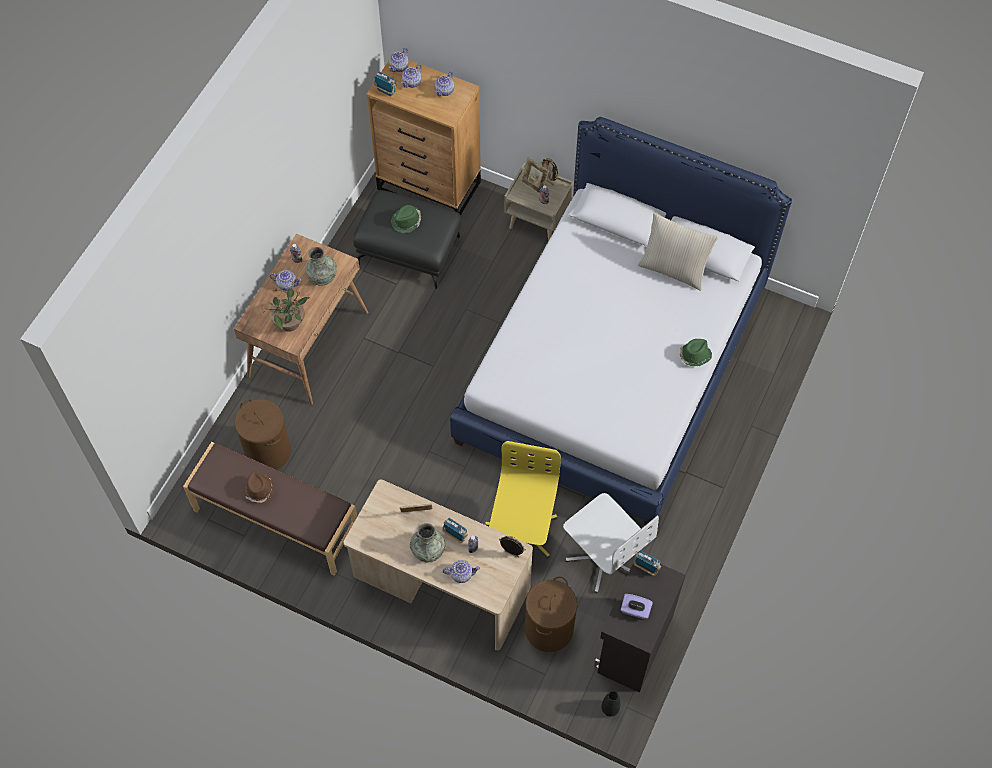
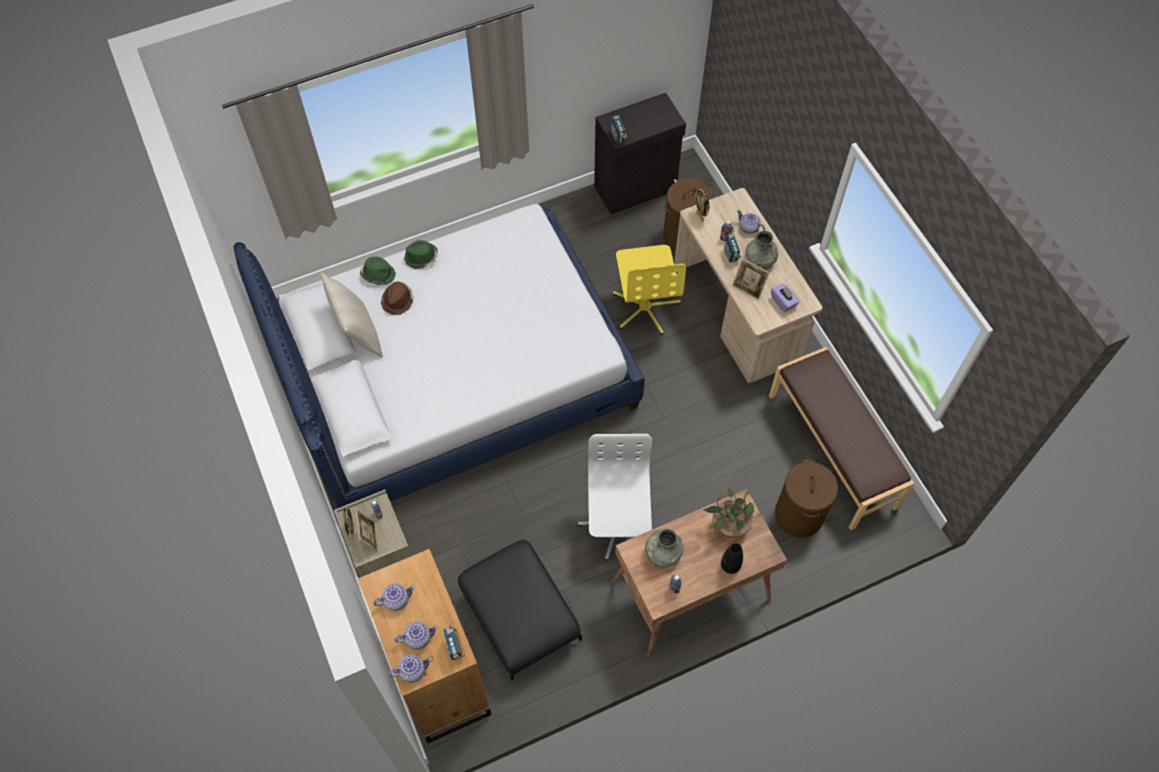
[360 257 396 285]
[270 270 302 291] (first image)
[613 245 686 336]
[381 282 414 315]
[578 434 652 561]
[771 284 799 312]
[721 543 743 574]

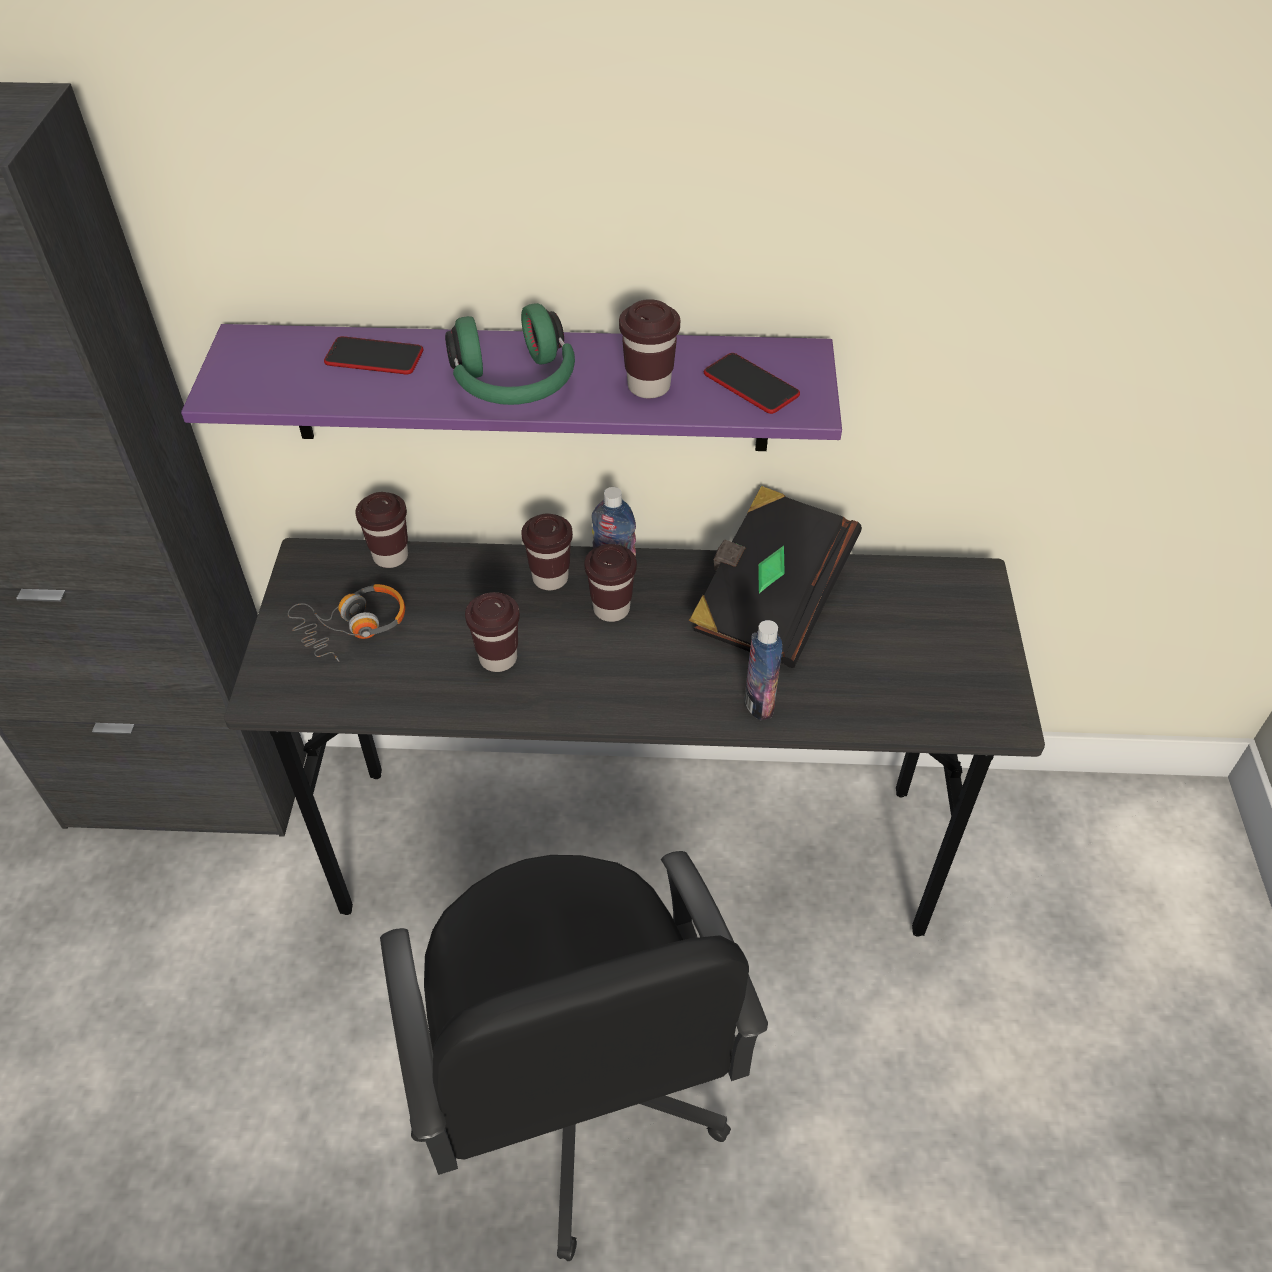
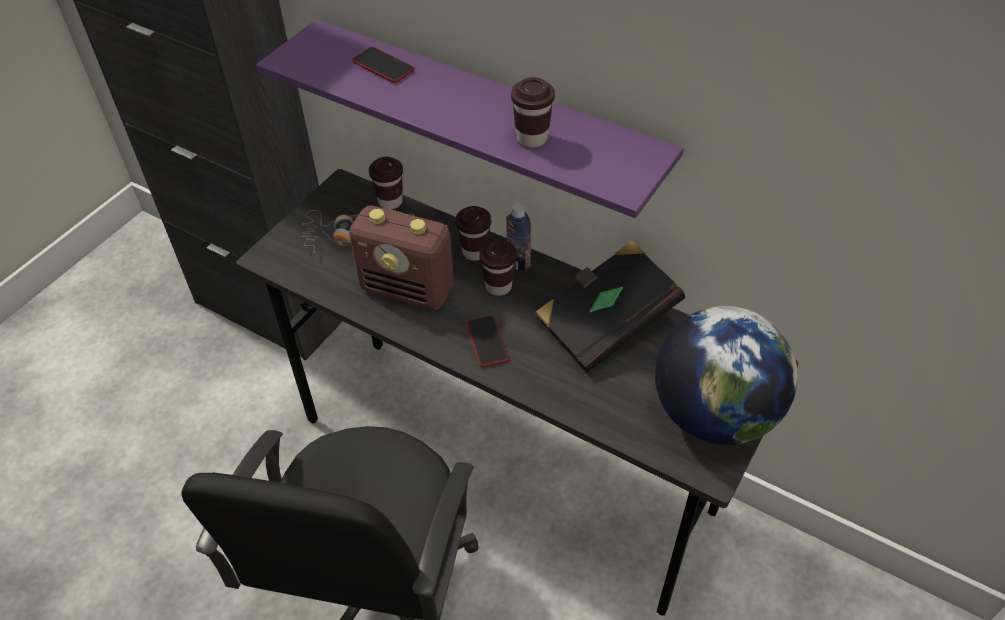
[445 303 575 405] (first image)
[466 316 509 367]
[349 206 454 309]
[745 620 782 721] (first image)
[655 306 798 445]

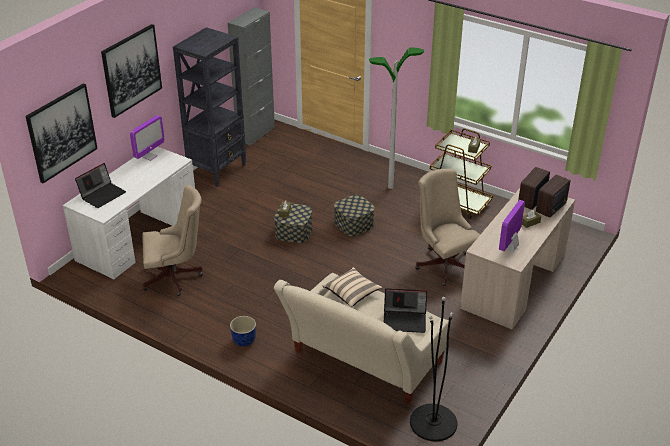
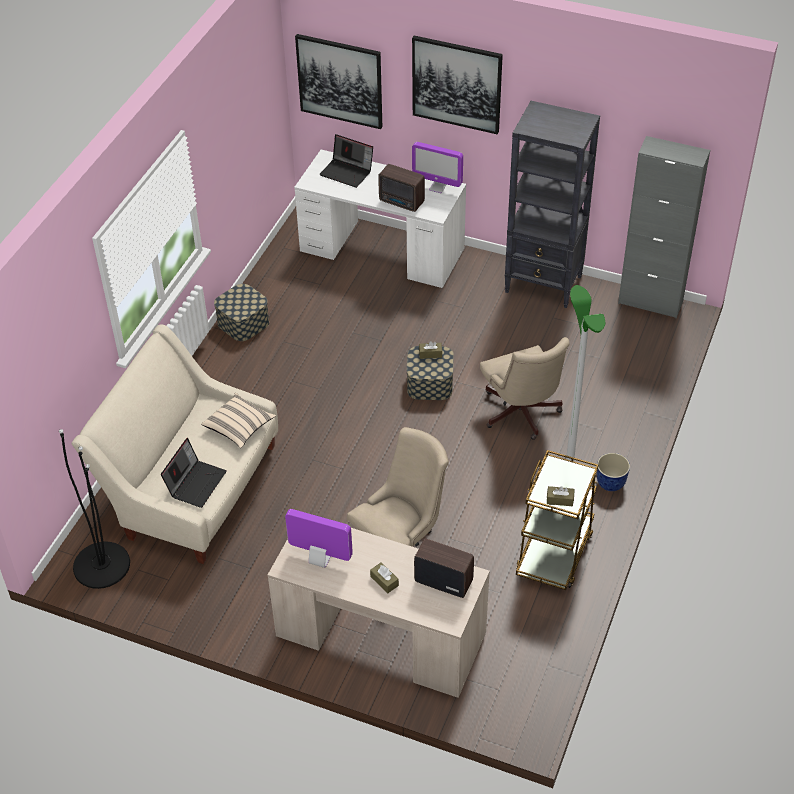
[378 164 425 212]
[480 337 570 440]
[214 284 269 341]
[161 438 227 508]
[597 453 630 491]

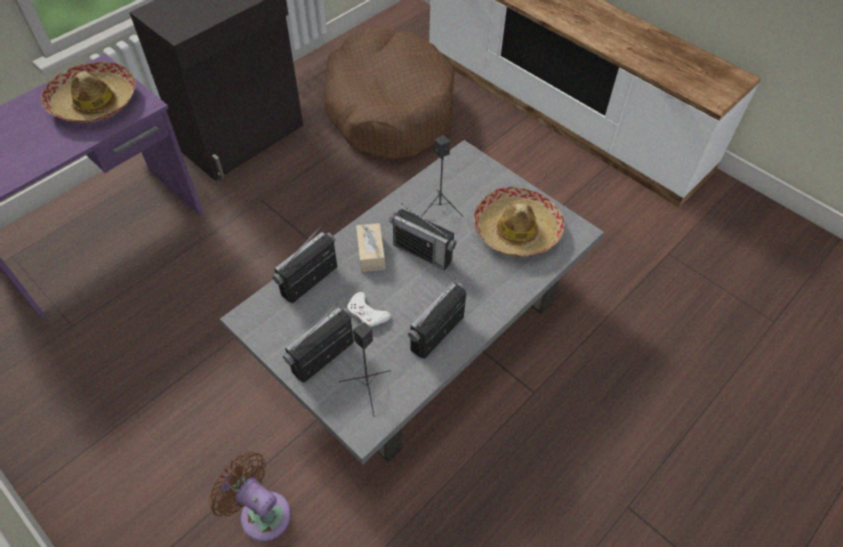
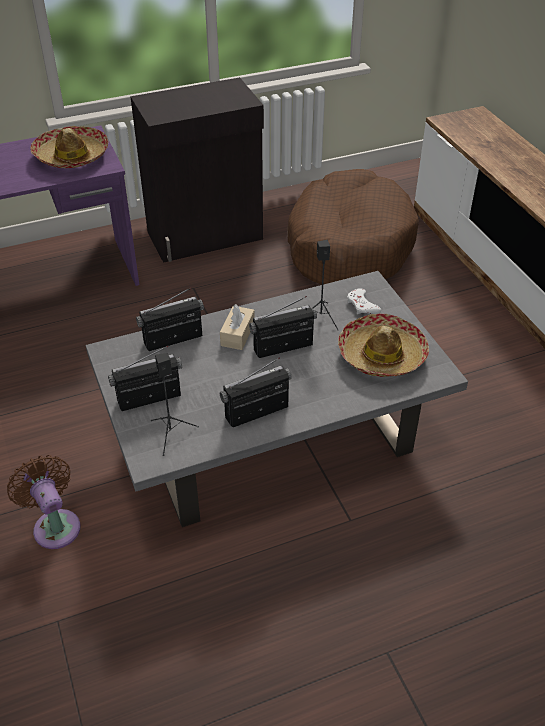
[249 296 317 358]
[347 288 381 314]

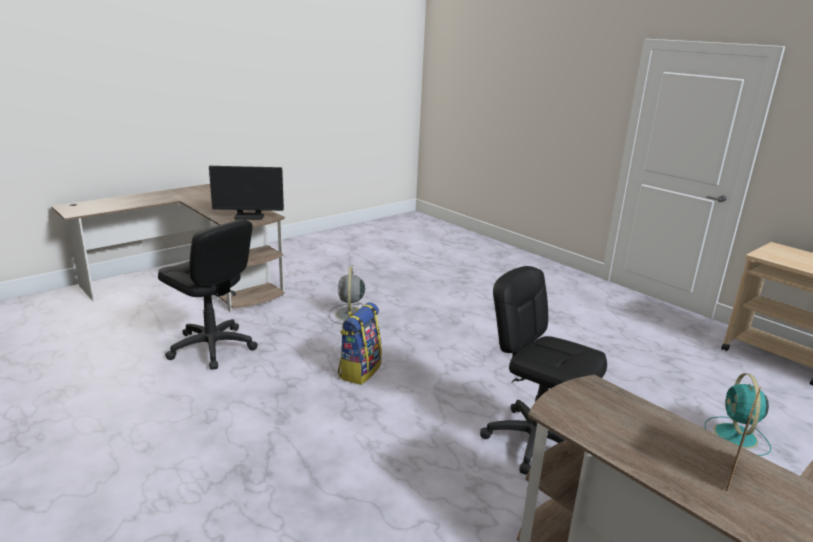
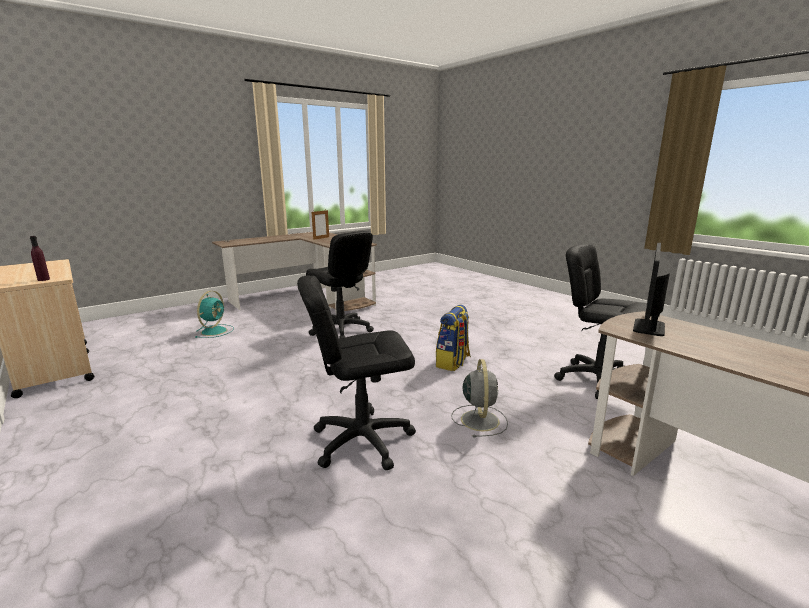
[633 243 670 336]
[30 236 50 281]
[297 276 416 470]

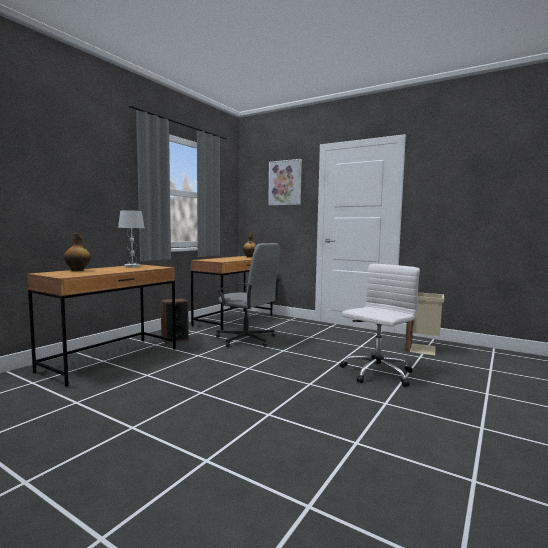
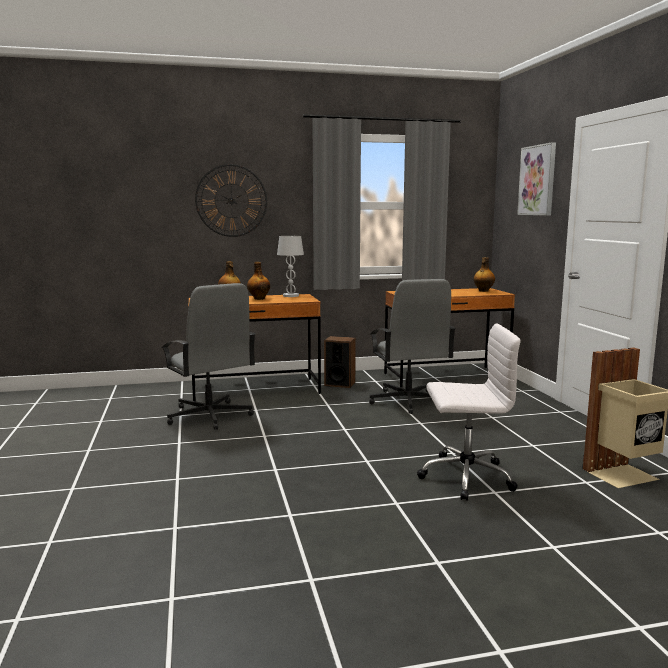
[195 164 267 237]
[247 262 270 300]
[162 283 255 430]

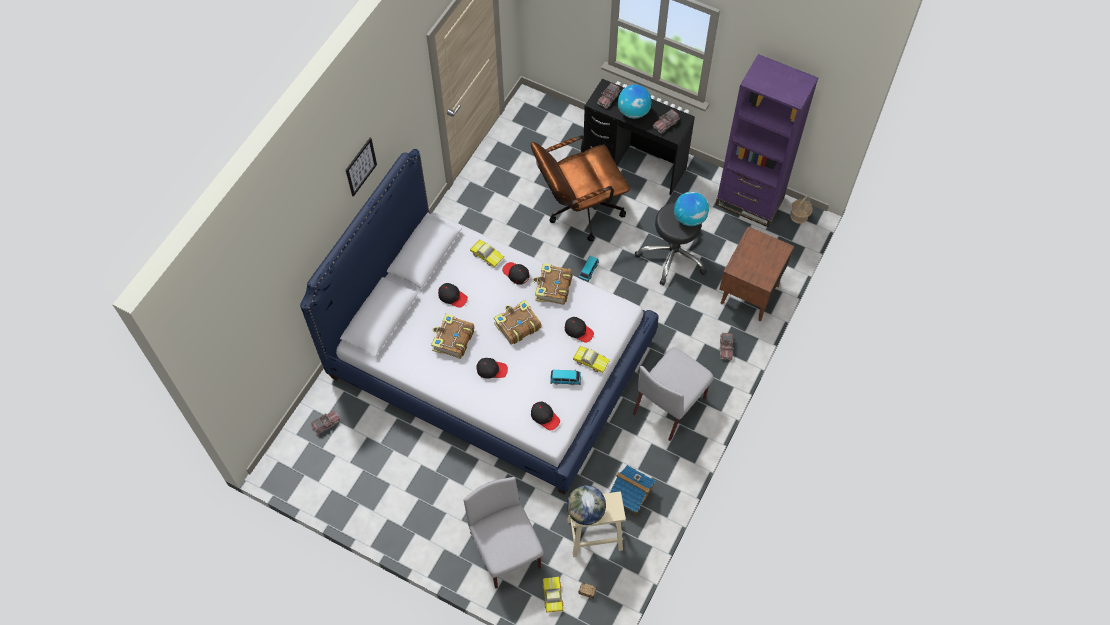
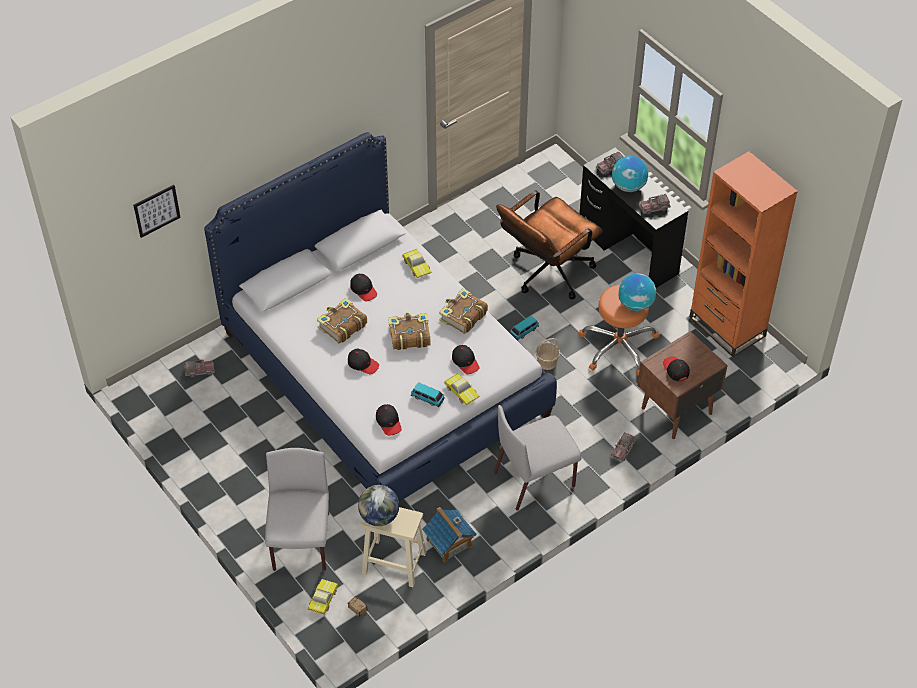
[689 151 798 357]
[496 191 603 299]
[133 185 181 238]
[535 338 560 370]
[578 285 659 376]
[663 357 690 381]

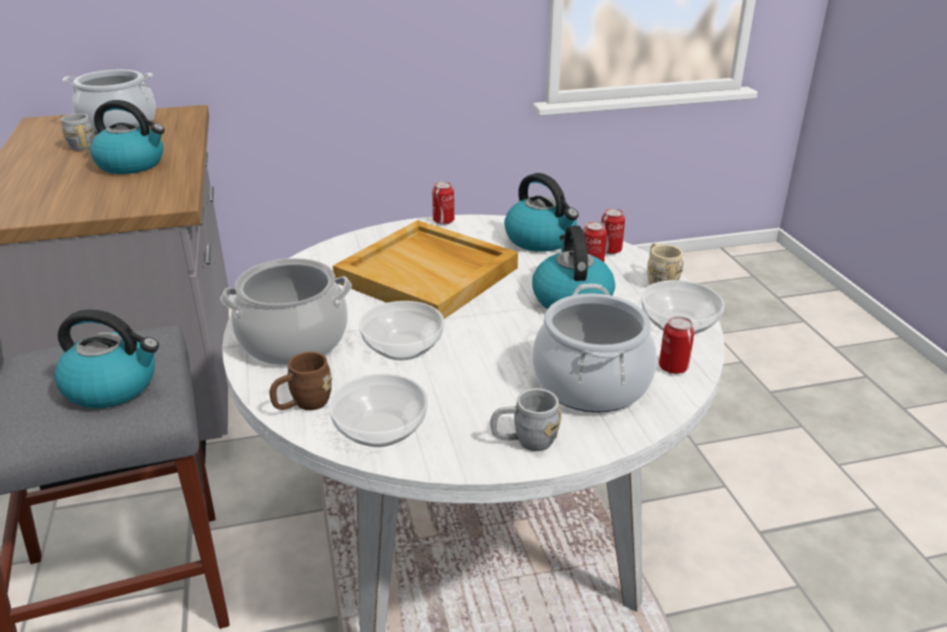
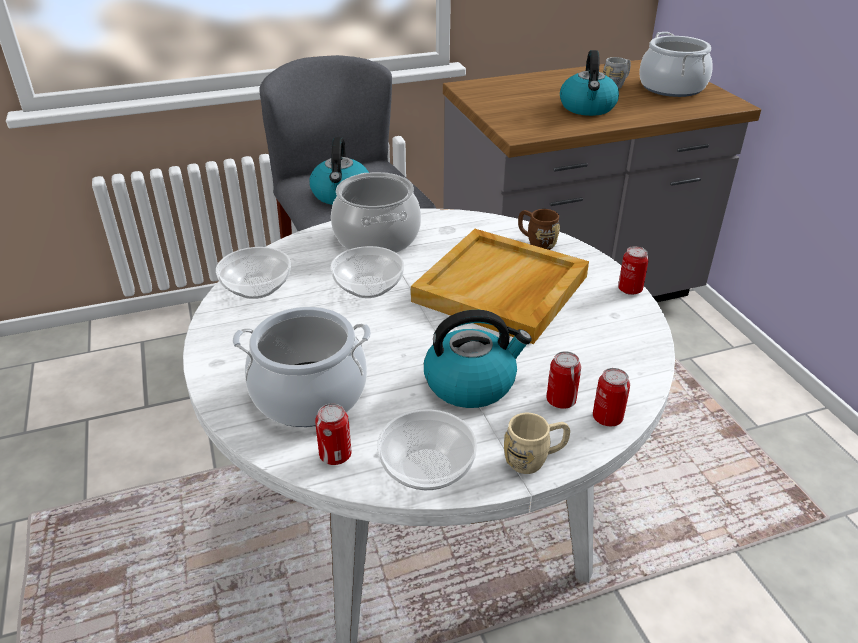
[504 173 579 252] (first image)
[518 209 560 250]
[490 388 561 451] (first image)

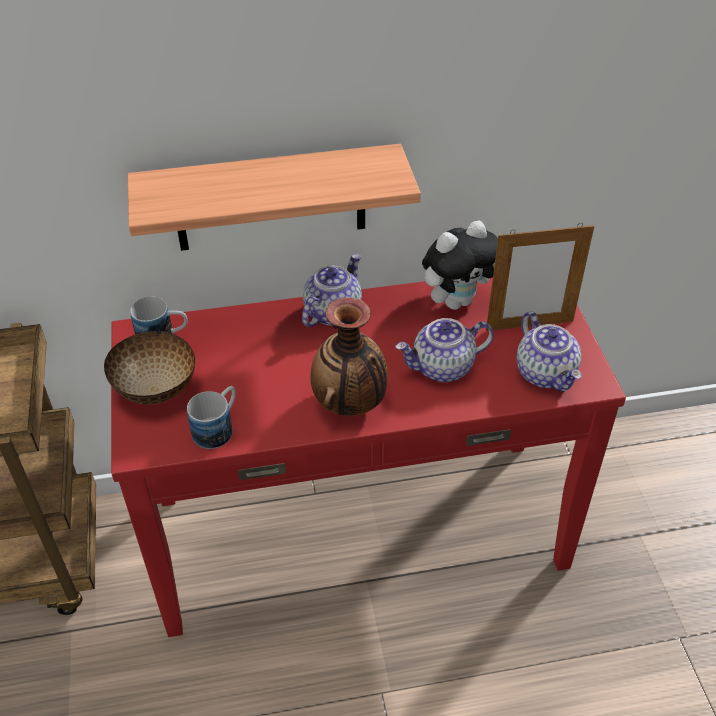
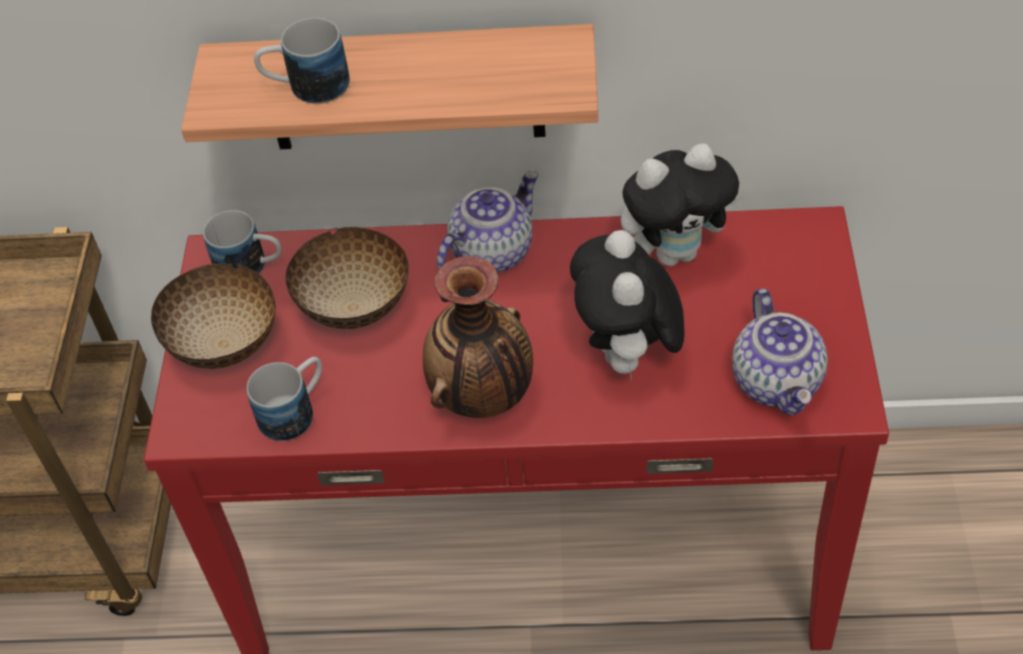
[486 223 594 331] (first image)
[570 230 685 379]
[254 18 350 104]
[286 227 409 329]

